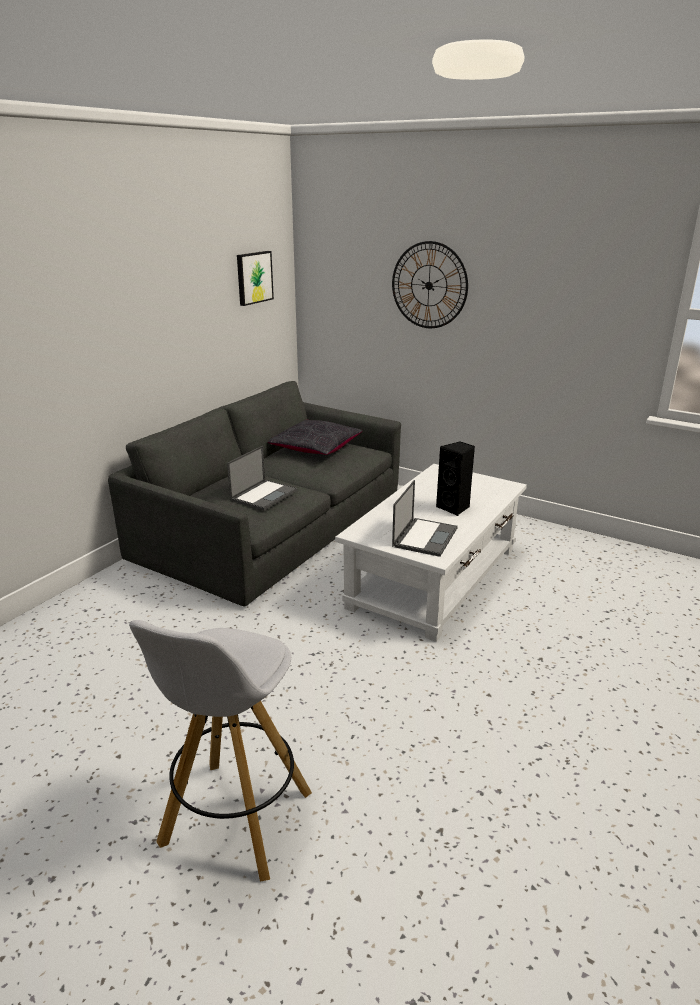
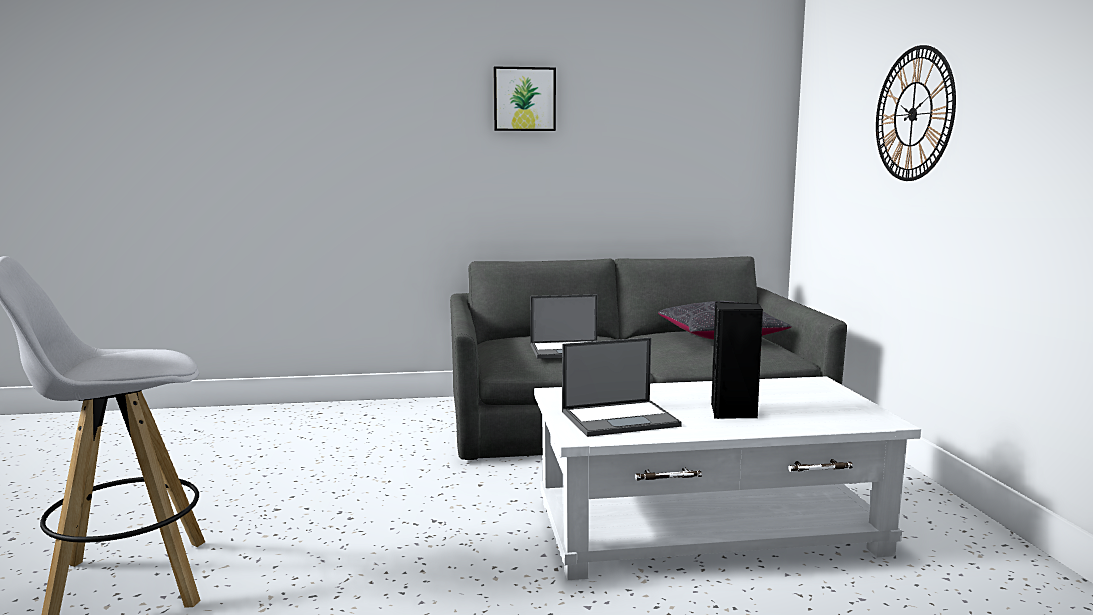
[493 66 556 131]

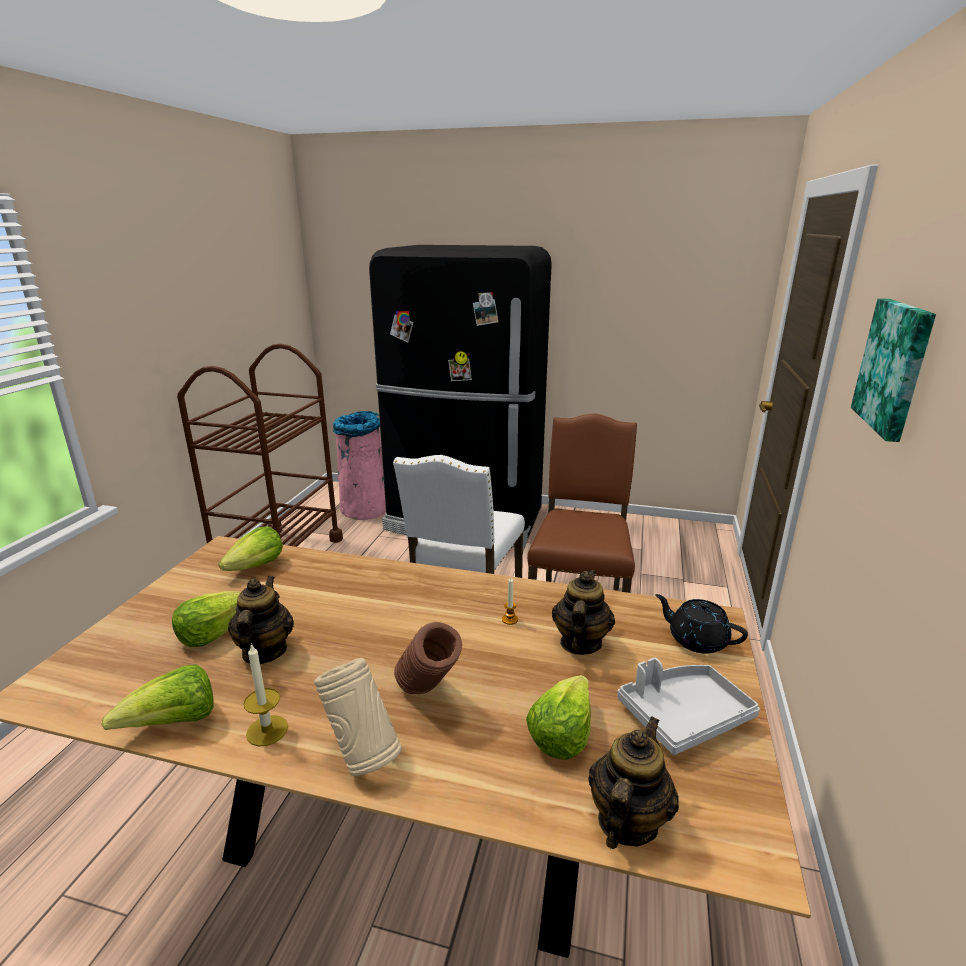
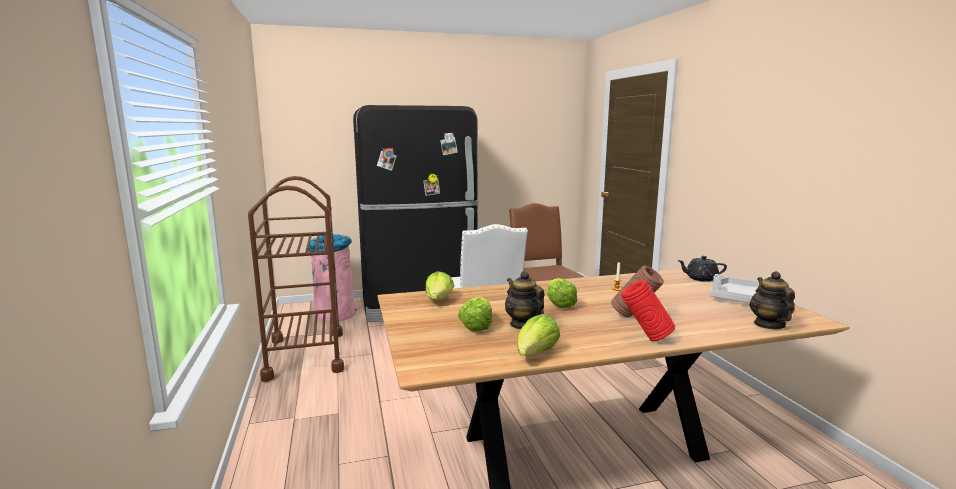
[851 298 936 442] (first image)
[552 570 615 655] (first image)
[243 643 288 746] (first image)
[621 280 675 341]
[547 278 577 308]

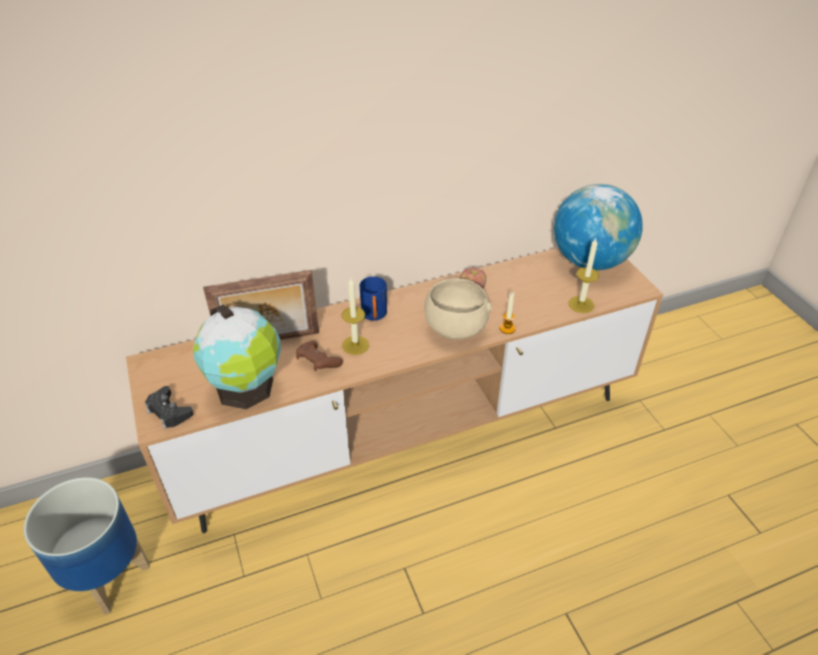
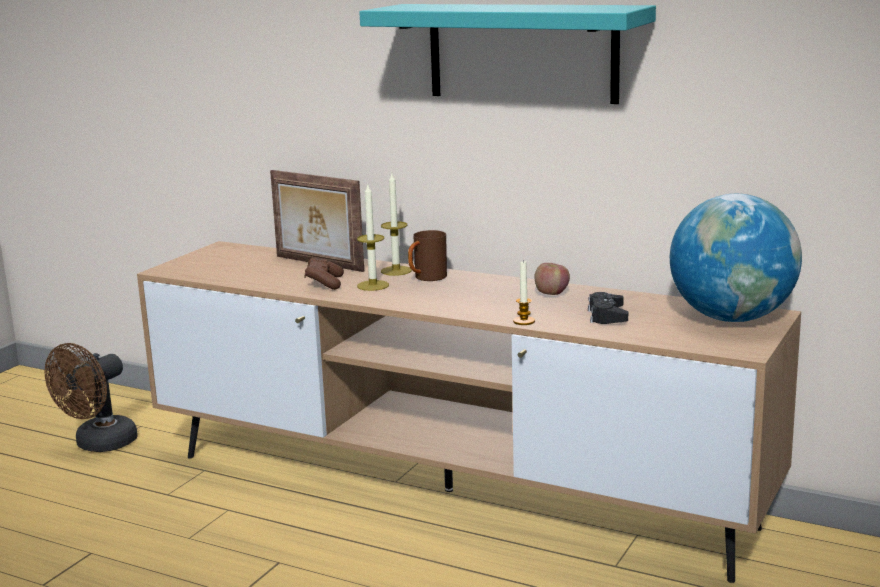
[381 174 412 276]
[408 230 447 281]
[424 278 492 340] (first image)
[193 305 281 409] (first image)
[588 292 628 324]
[45 343 138 452]
[359 4 656 104]

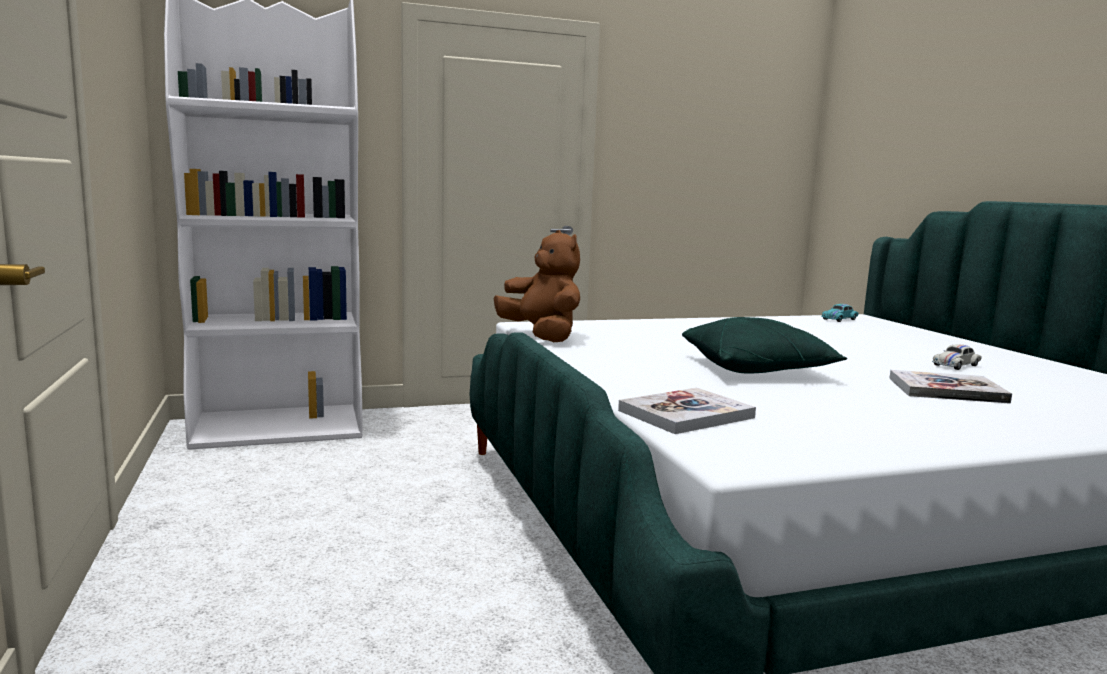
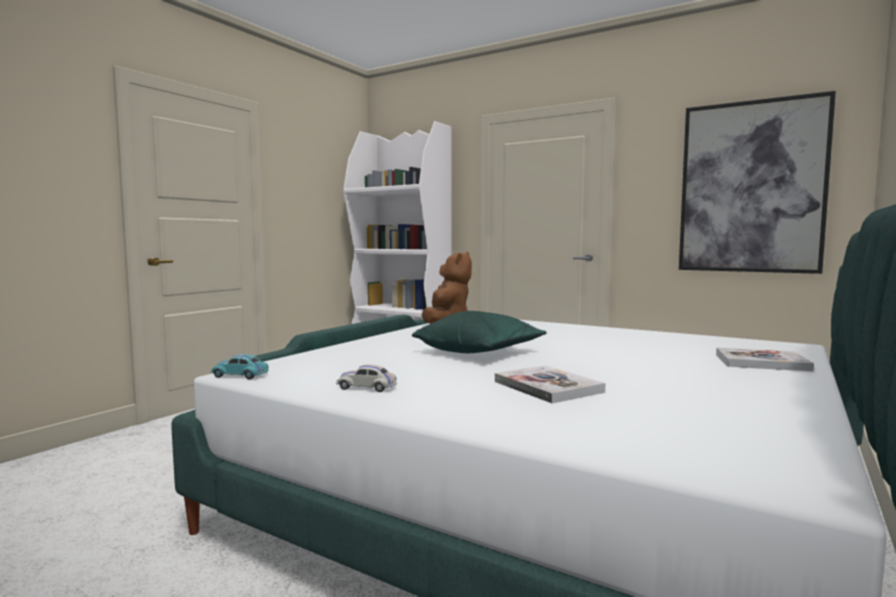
[210 354 269 379]
[336 364 397 392]
[716 348 814 372]
[679 91 836 274]

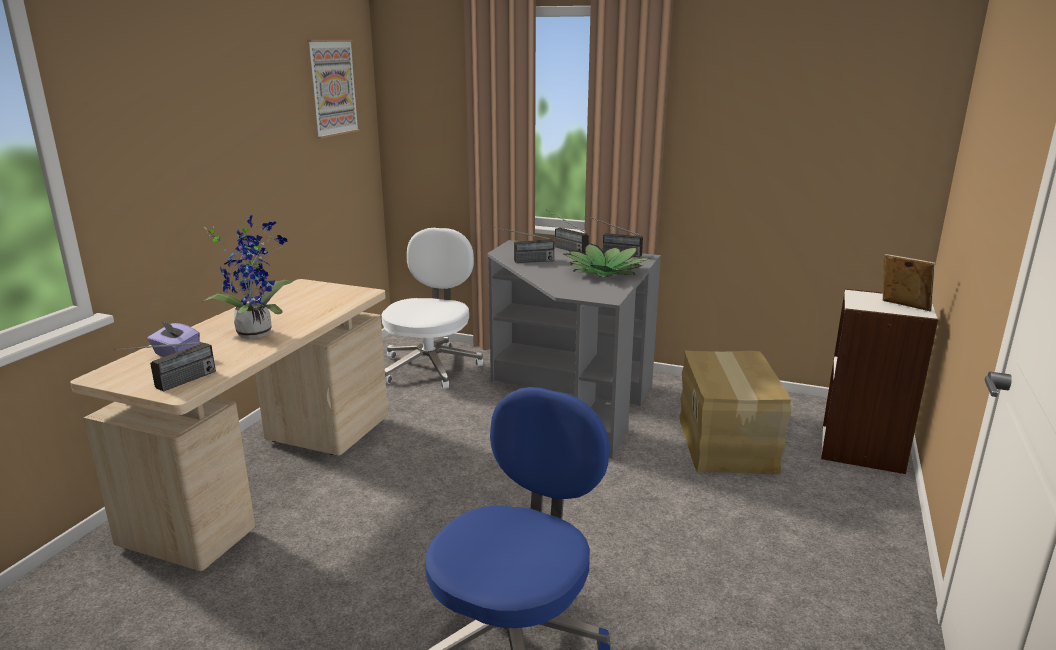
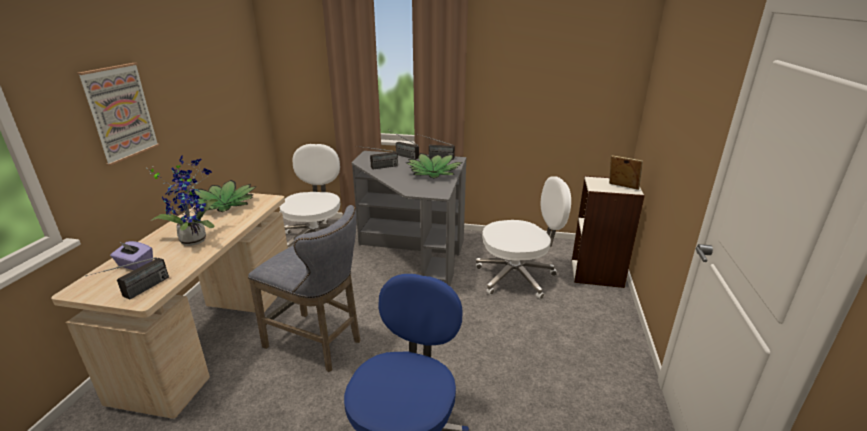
[77 63 159 165]
[476 176 571 299]
[193 180 257 212]
[248 205 360 372]

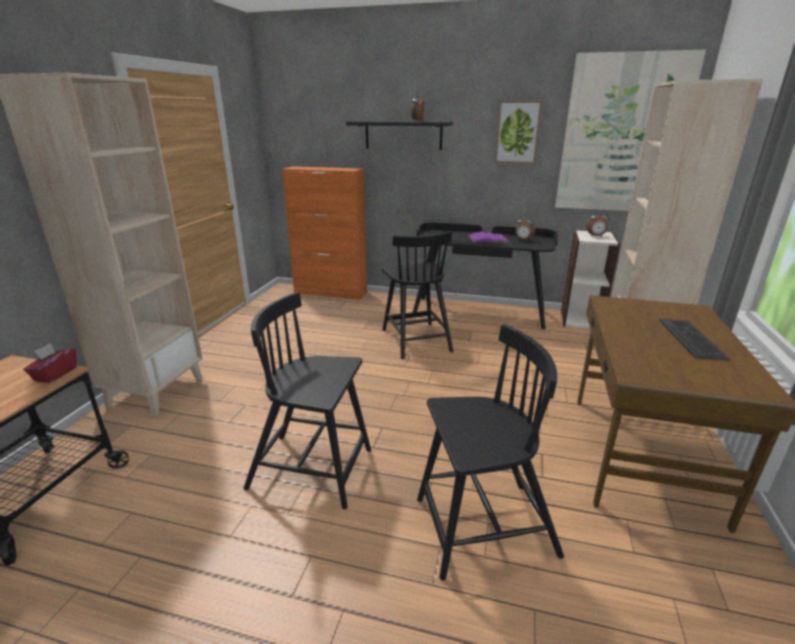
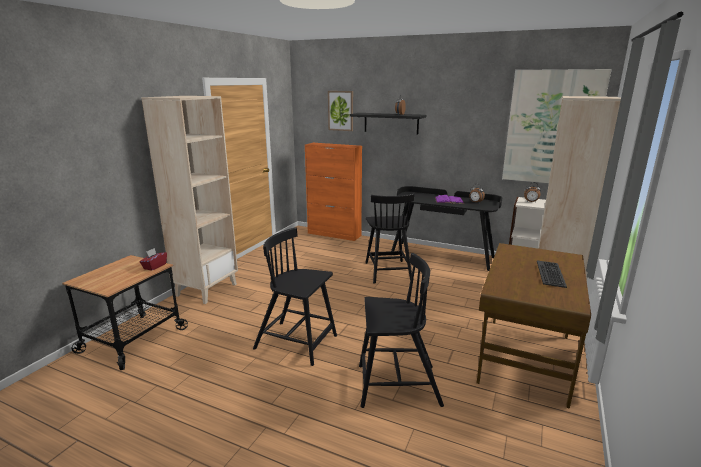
[328 91 353 131]

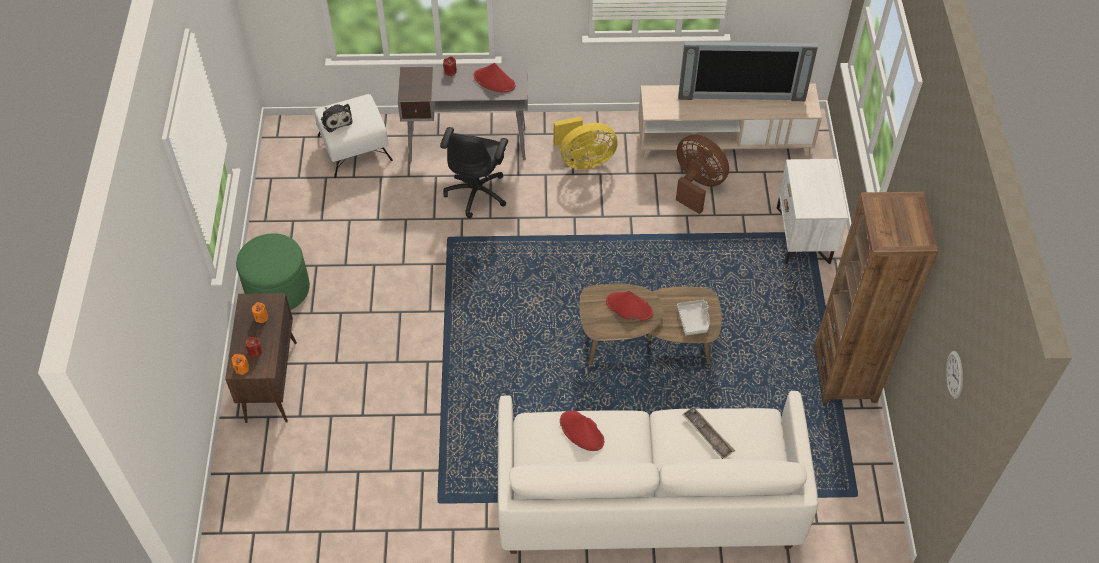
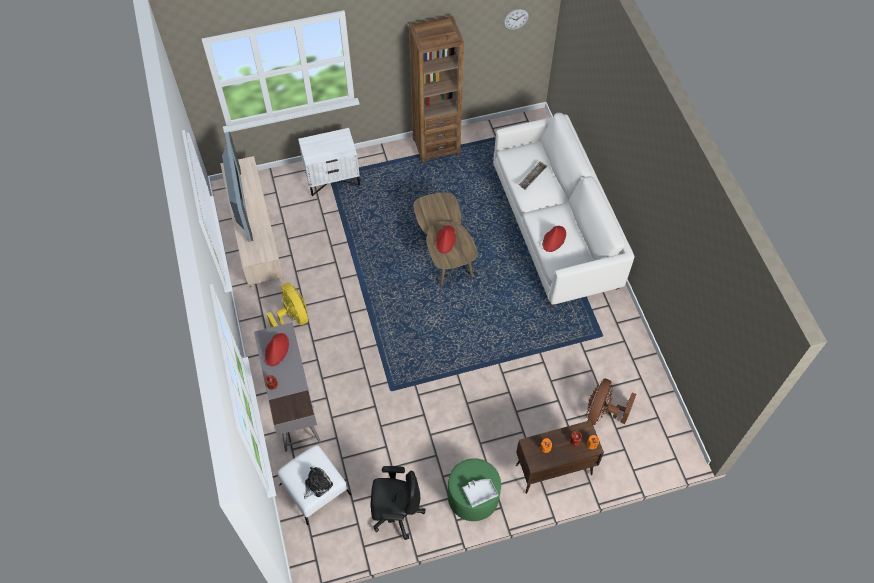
[371 466 425 540]
[587 379 636 425]
[463 479 498 507]

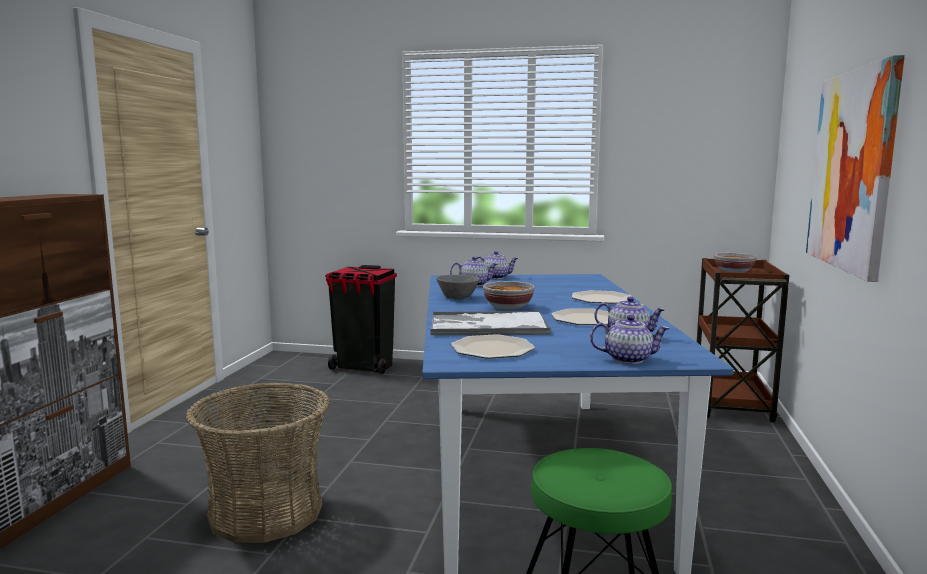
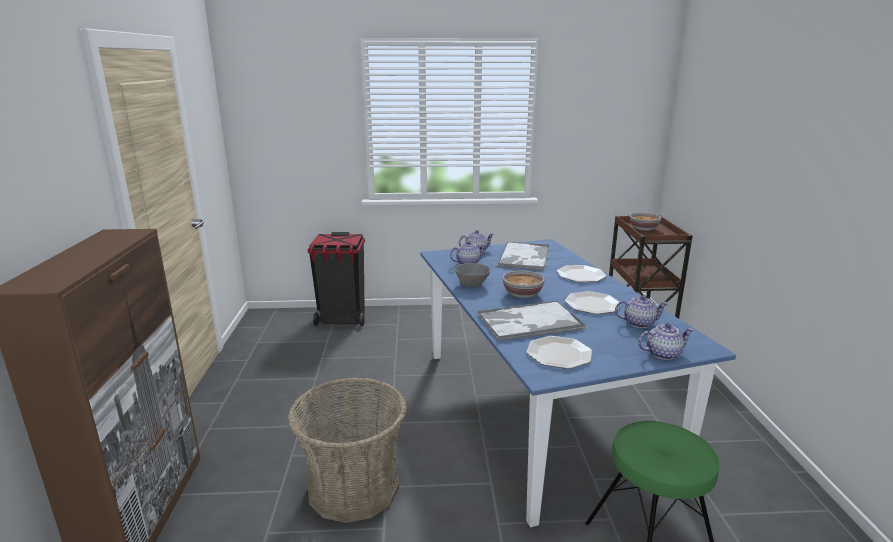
[806 55 905 282] (first image)
[497 242 550 271]

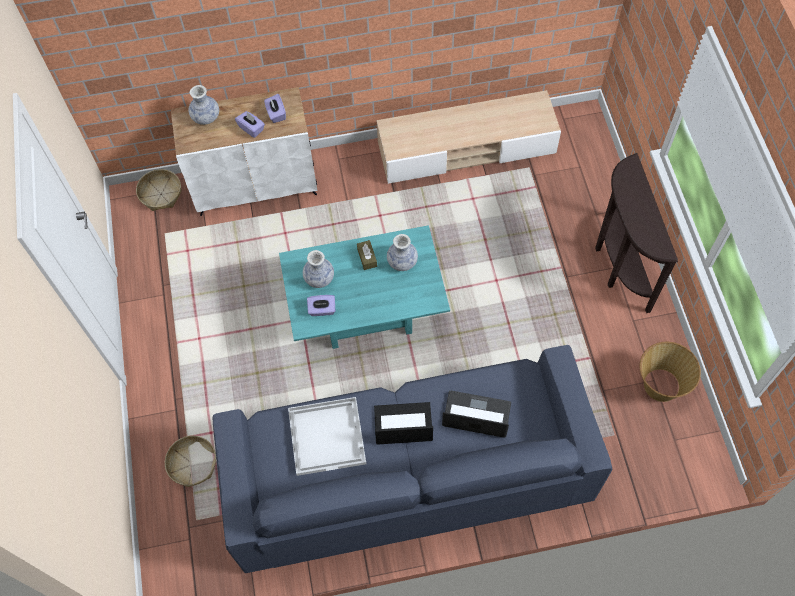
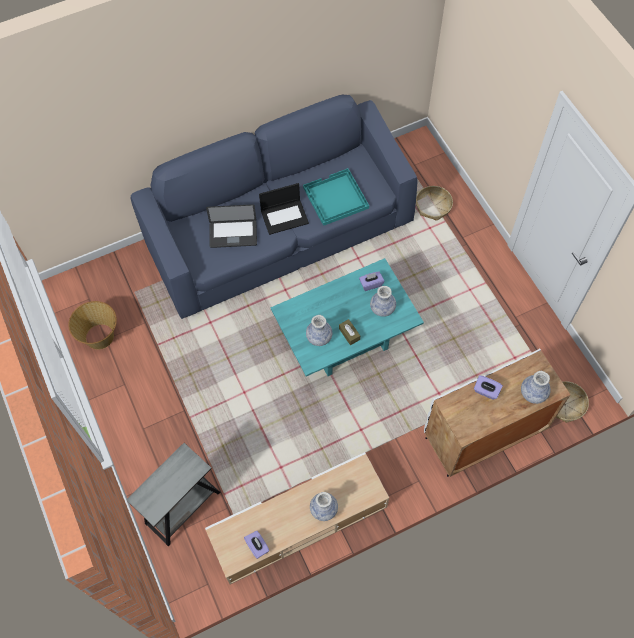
[244 531 269 559]
[595 153 678 313] (first image)
[303 168 369 226]
[126 443 221 546]
[310 492 338 521]

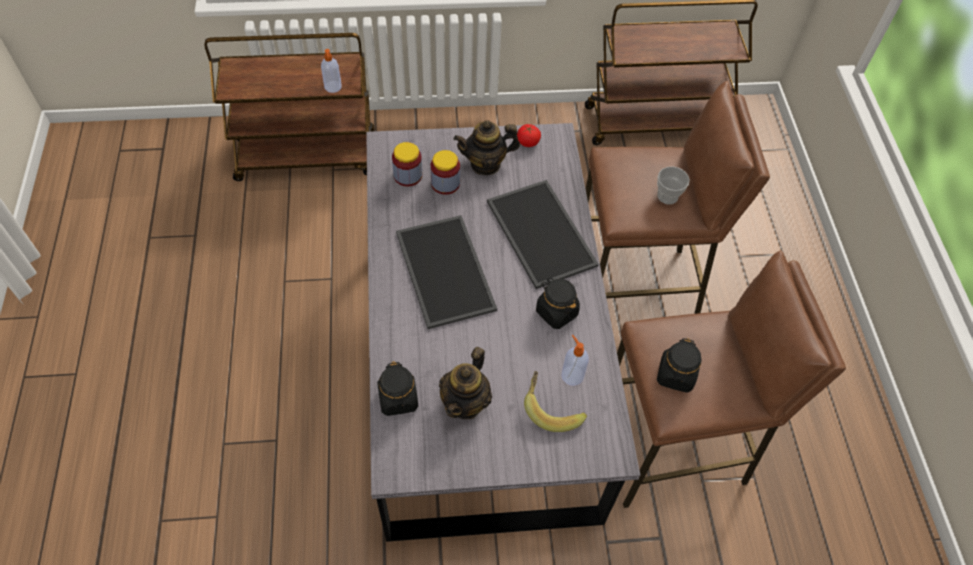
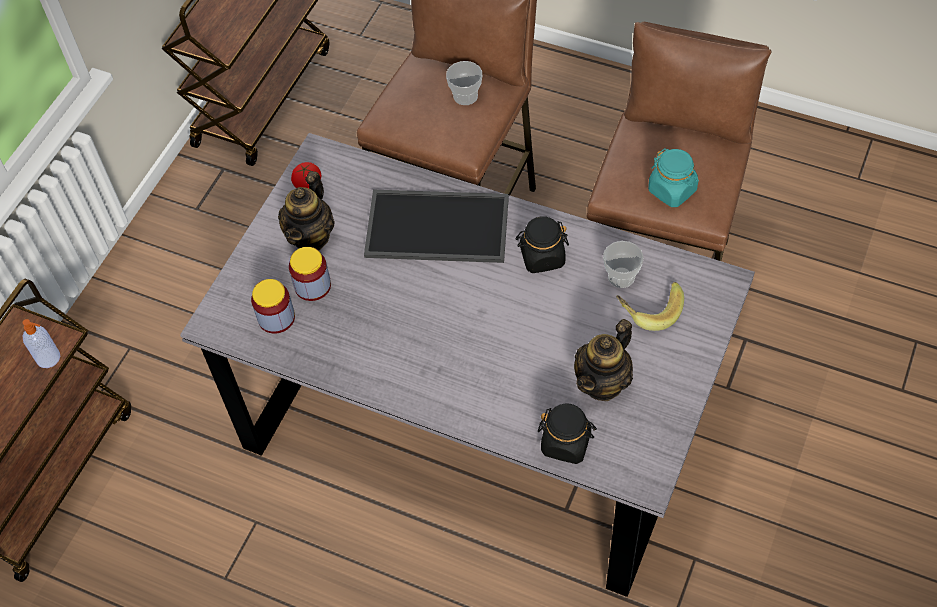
[396 215 497 329] (first image)
[603 241 644 288]
[648 148 699 207]
[574 319 633 401]

